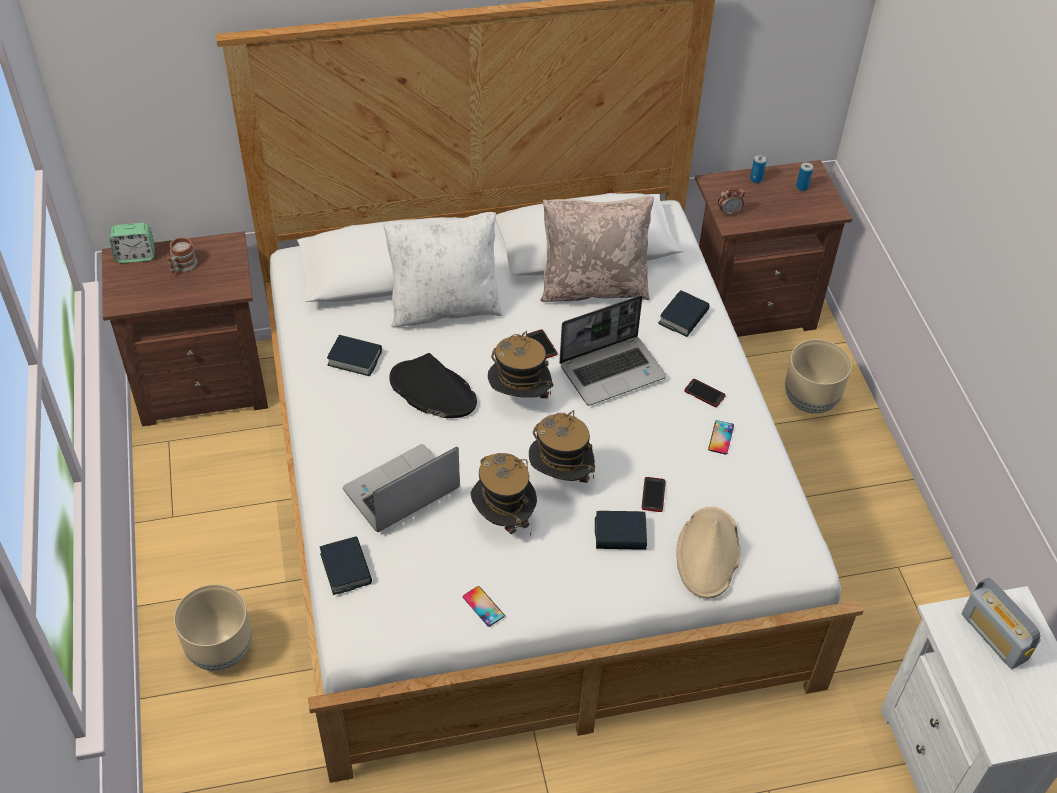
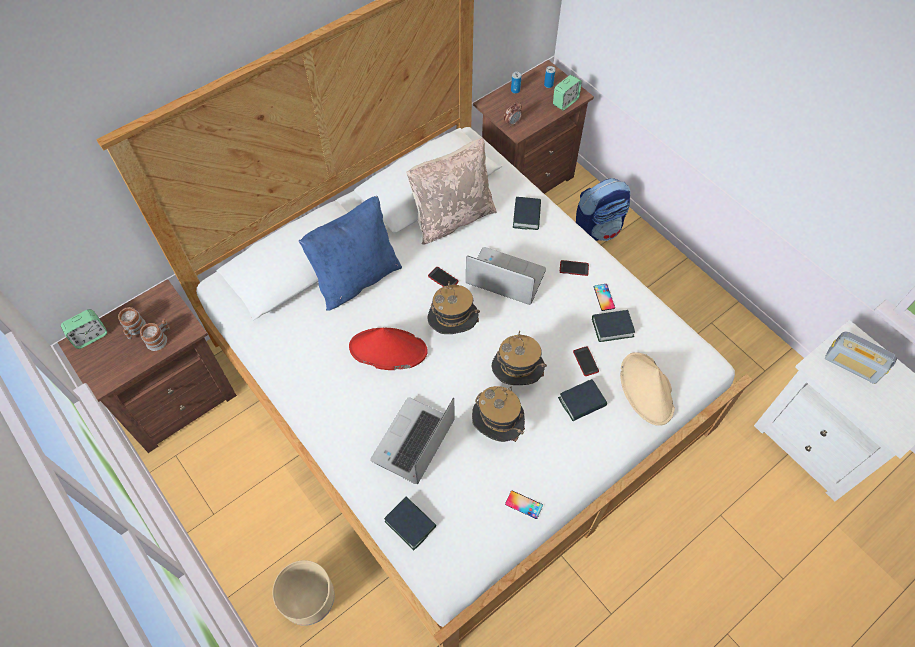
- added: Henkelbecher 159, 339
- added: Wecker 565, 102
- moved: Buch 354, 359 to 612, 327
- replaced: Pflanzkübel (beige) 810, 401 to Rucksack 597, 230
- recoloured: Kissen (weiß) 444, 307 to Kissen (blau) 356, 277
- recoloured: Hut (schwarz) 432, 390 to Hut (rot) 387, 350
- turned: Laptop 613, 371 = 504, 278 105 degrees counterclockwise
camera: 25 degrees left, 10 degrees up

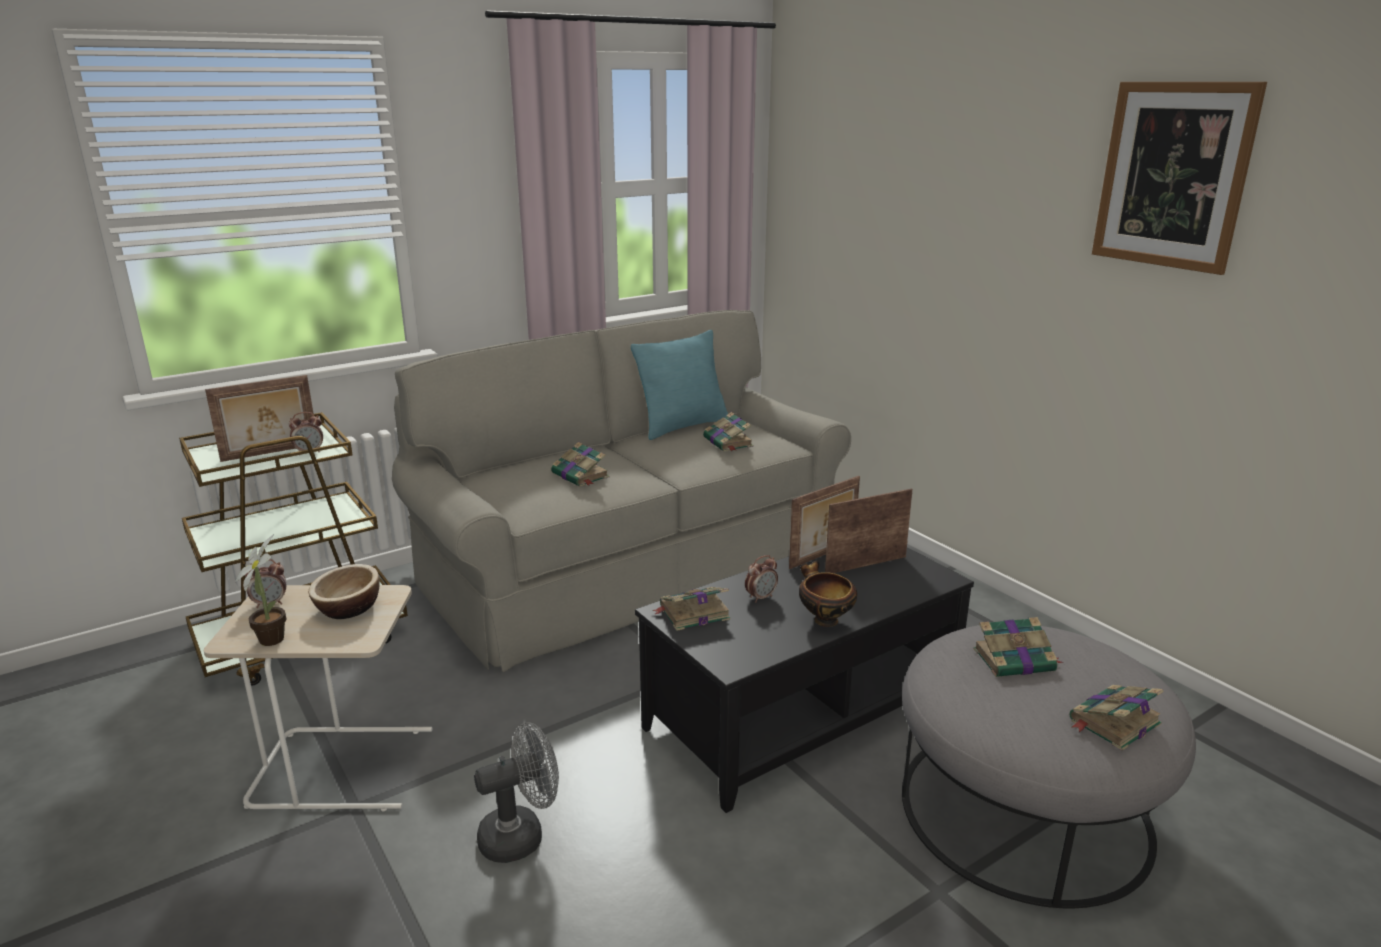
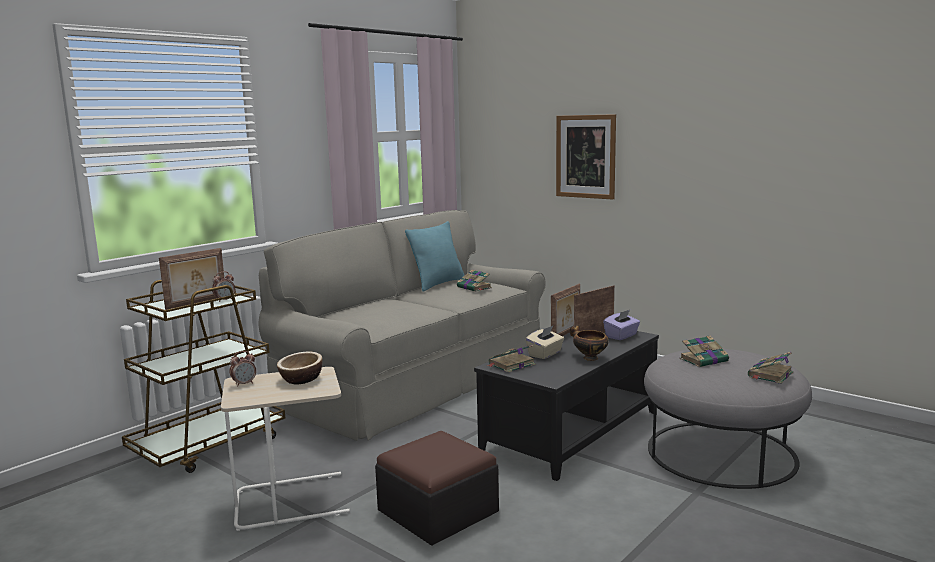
- removed: Topfpflanze 272, 637
- removed: Buch 581, 476
- added: Taschentuchbox (lila) 621, 336
- moved: Bild 1173, 175 to 585, 156
- replaced: Ventilator (grau) 521, 835 to Polsterhocker 438, 511
- replaced: Wecker 761, 597 to Taschentuchbox (beige) 545, 354
camera: 15 degrees left, 10 degrees down

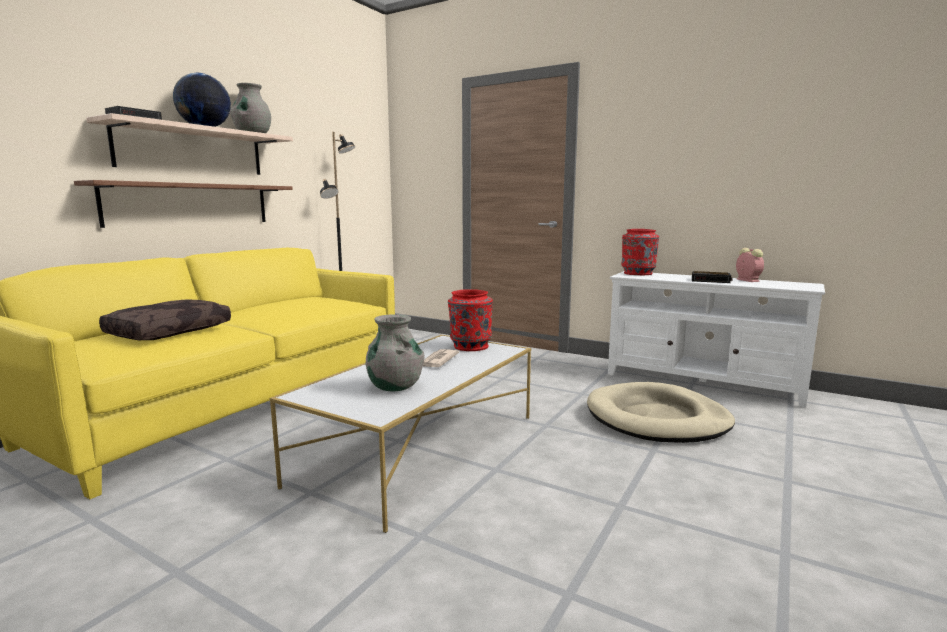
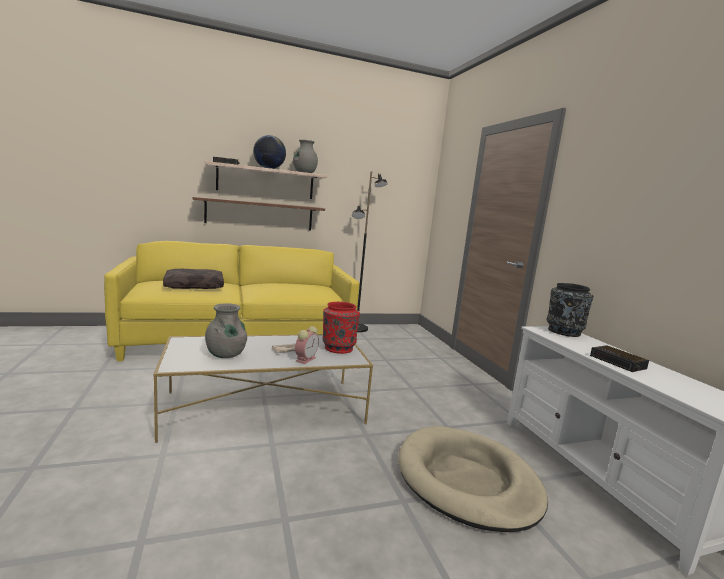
- moved: Wecker 746, 280 to 306, 359
- recoloured: Vase (rot) 638, 273 to Vase (schwarz) 563, 332
camera: 40 degrees right, 0 degrees up

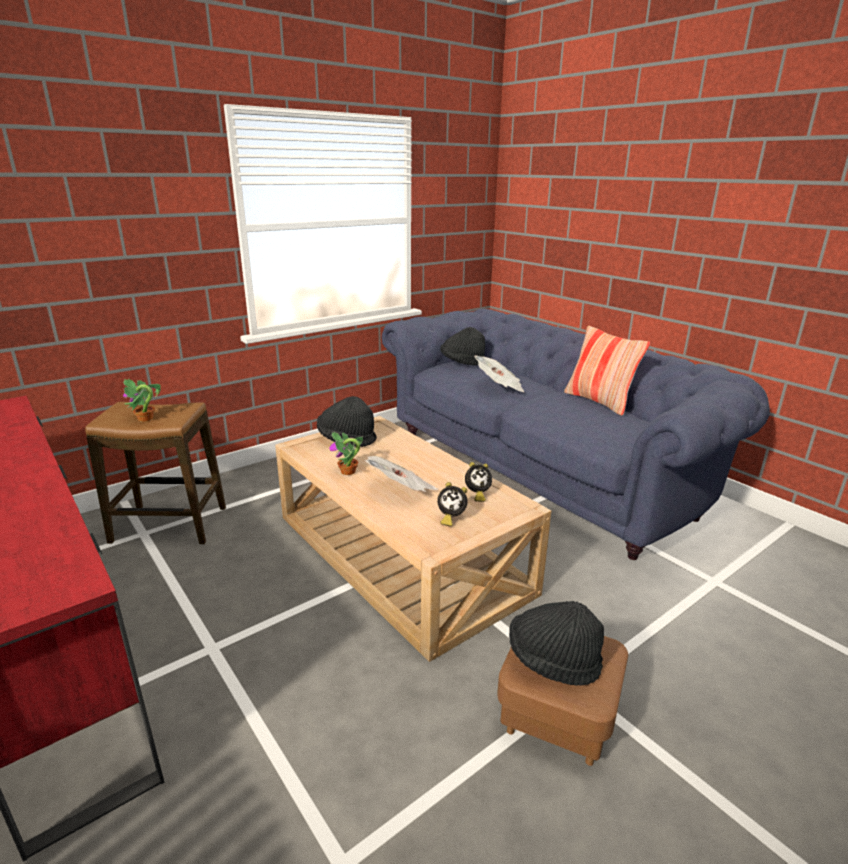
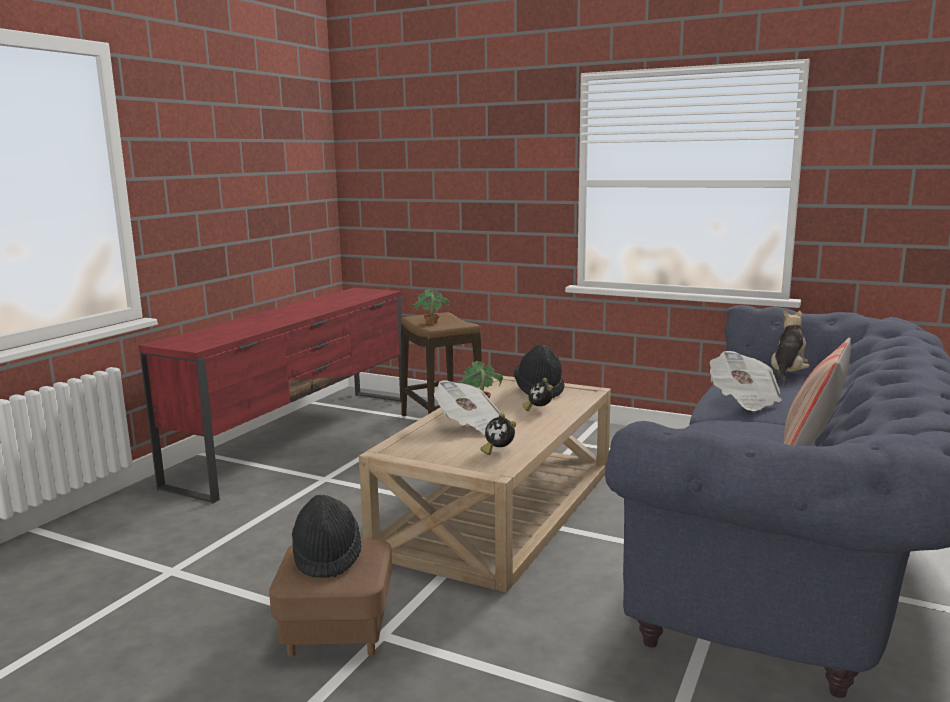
- moved: Wecker 450, 518 to 539, 409
- replaced: Hut (schwarz) 462, 363 to Plüschtier 787, 374
camera: 65 degrees right, 10 degrees down

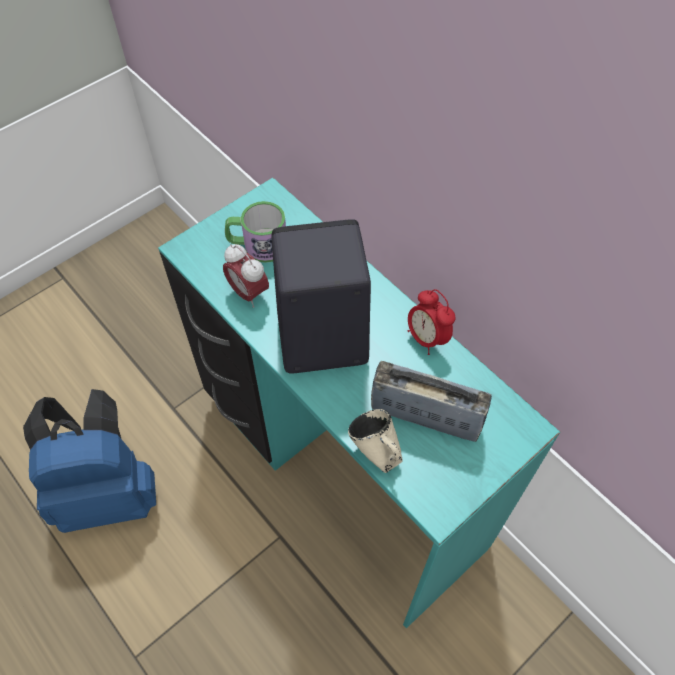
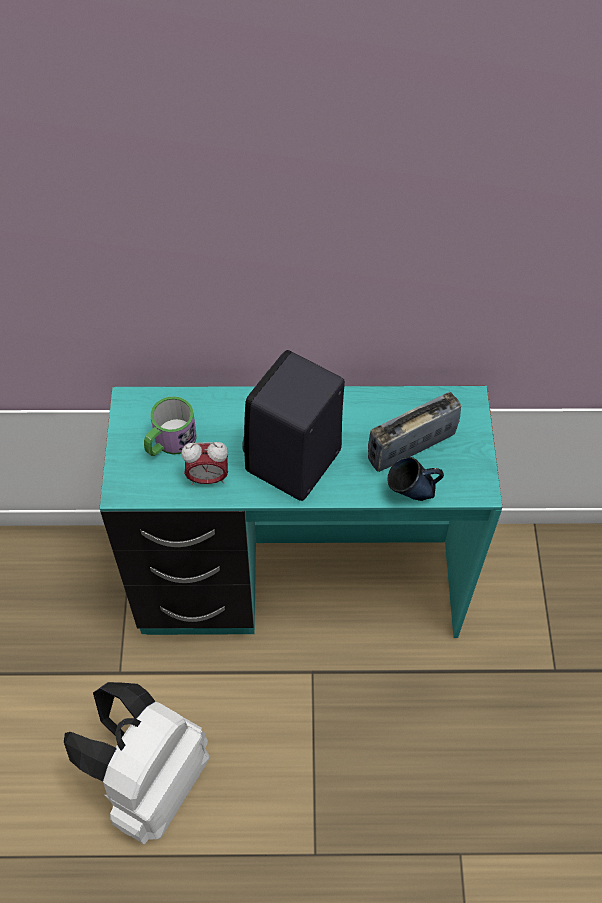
- removed: Wecker 426, 338
- recoloured: Rucksack (blau) 109, 492 to Rucksack (weiß) 150, 780
- recoloured: Henkelbecher (beige) 376, 454 to Henkelbecher (blau) 412, 494
camera: 50 degrees left, 0 degrees up

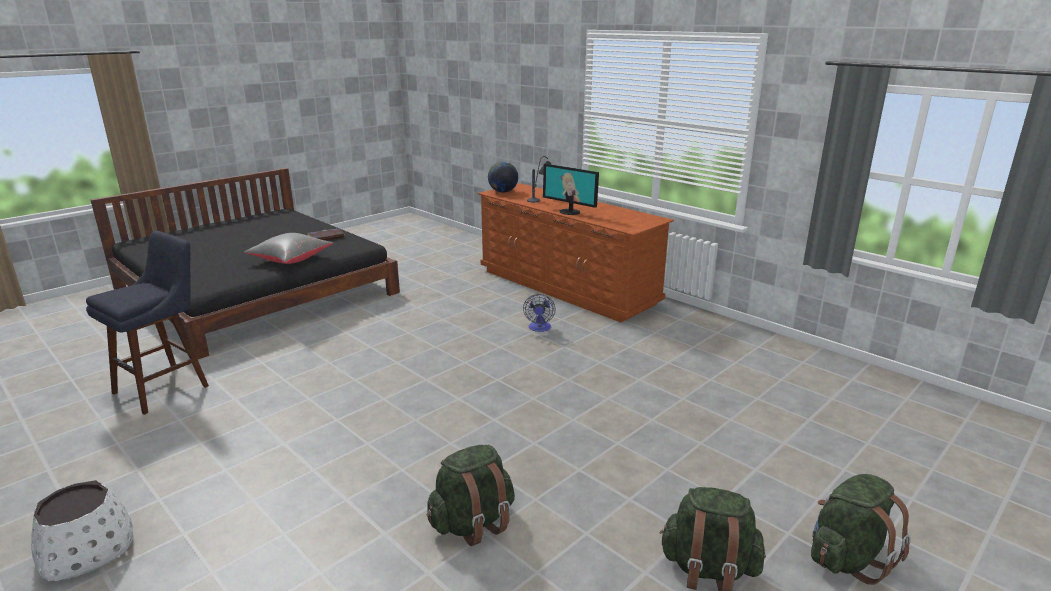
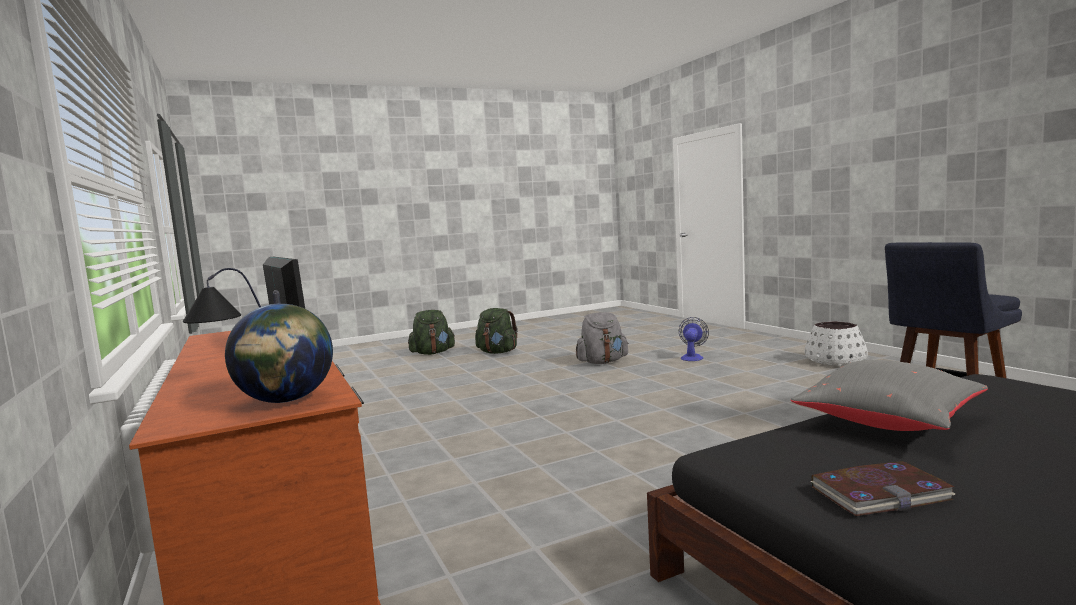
- moved: Ventilator 539, 328 to 692, 357
- recoloured: Rucksack (grün) 473, 523 to Rucksack (grau) 602, 362
camera: 160 degrees left, 15 degrees down

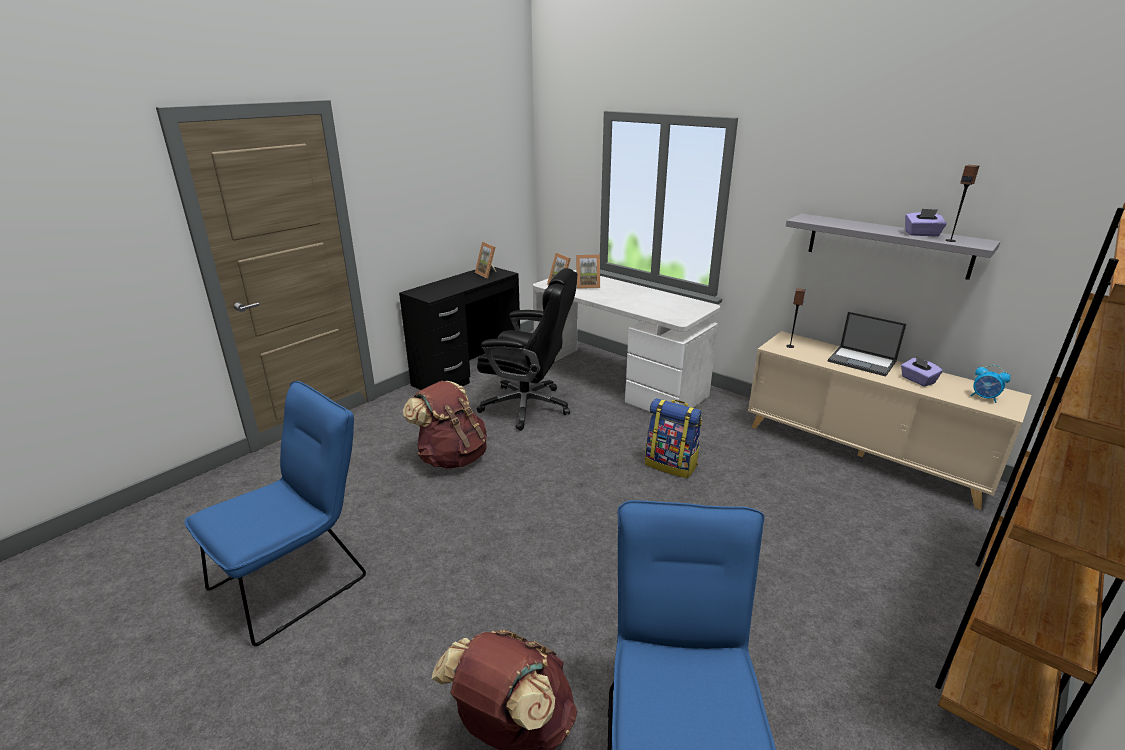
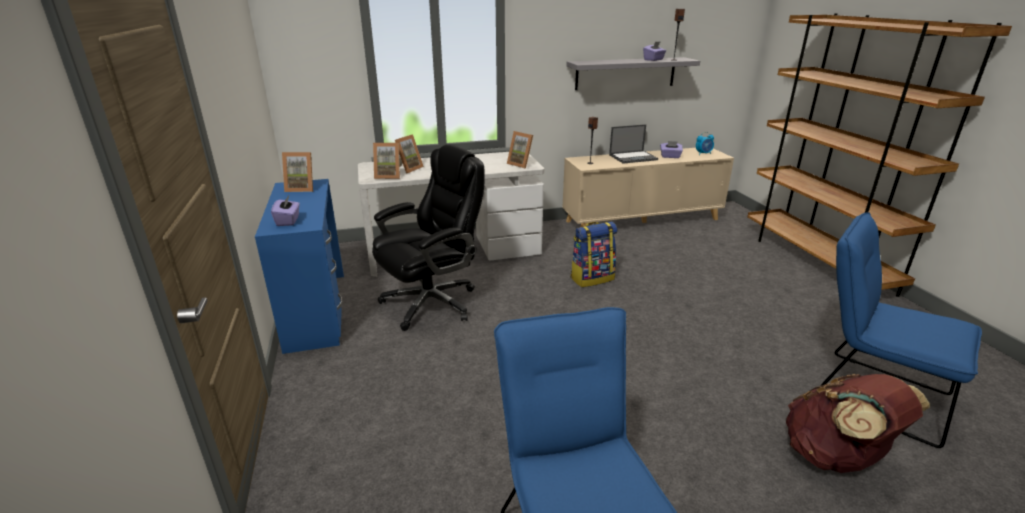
- removed: Rucksack (braun) 452, 457
- added: Taschentuchbox (lila) 288, 221
- added: Bilderrahmen 521, 164
- recoloured: Schreibtisch (schwarz) 468, 371 to Schreibtisch (blau) 316, 310
camera: 55 degrees left, 0 degrees up

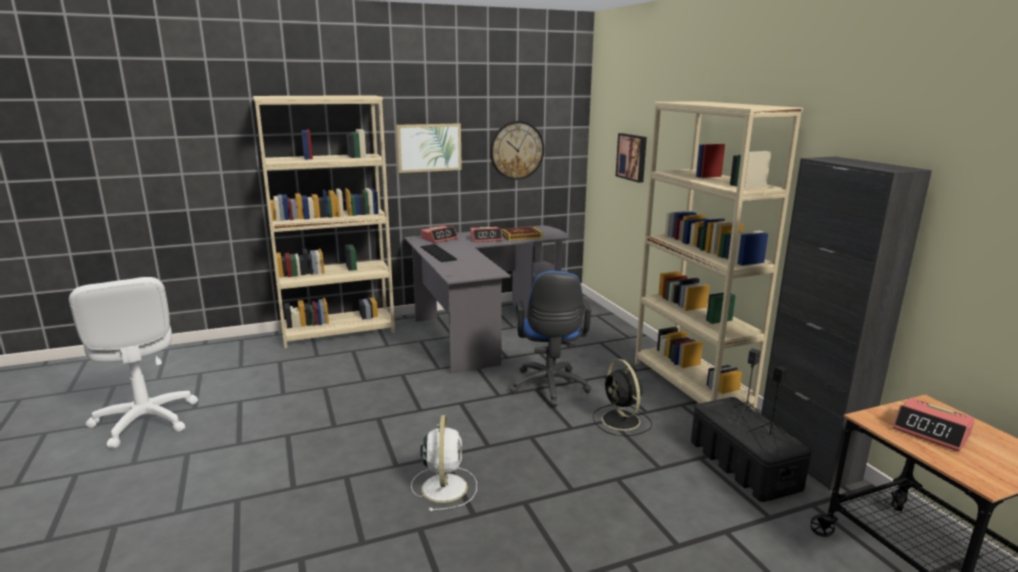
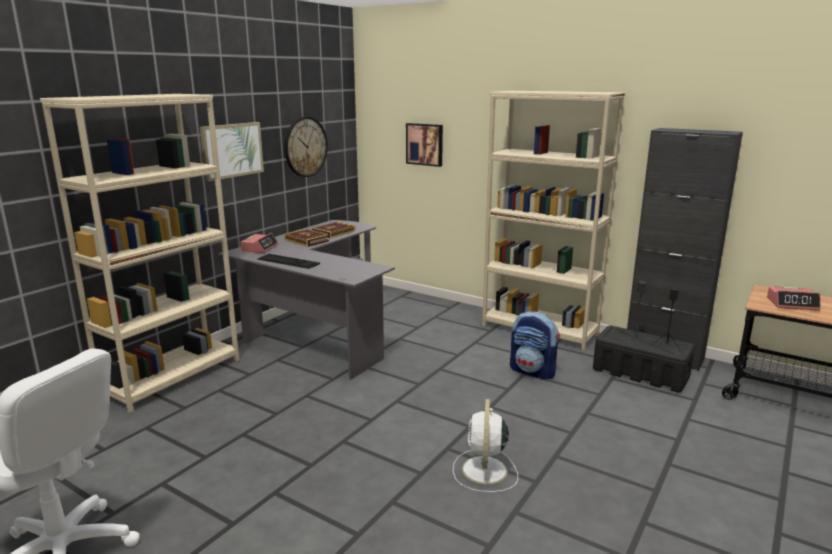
- removed: Bürostuhl (blau) 549, 388
- replaced: Wecker 486, 239 to Buch 306, 240
- replaced: Ventilator (schwarz) 621, 421 to Rucksack 533, 371
- turned: Ventilator (weiß) 444, 486 = 484, 471 135 degrees counterclockwise
camera: 35 degrees left, 0 degrees up

